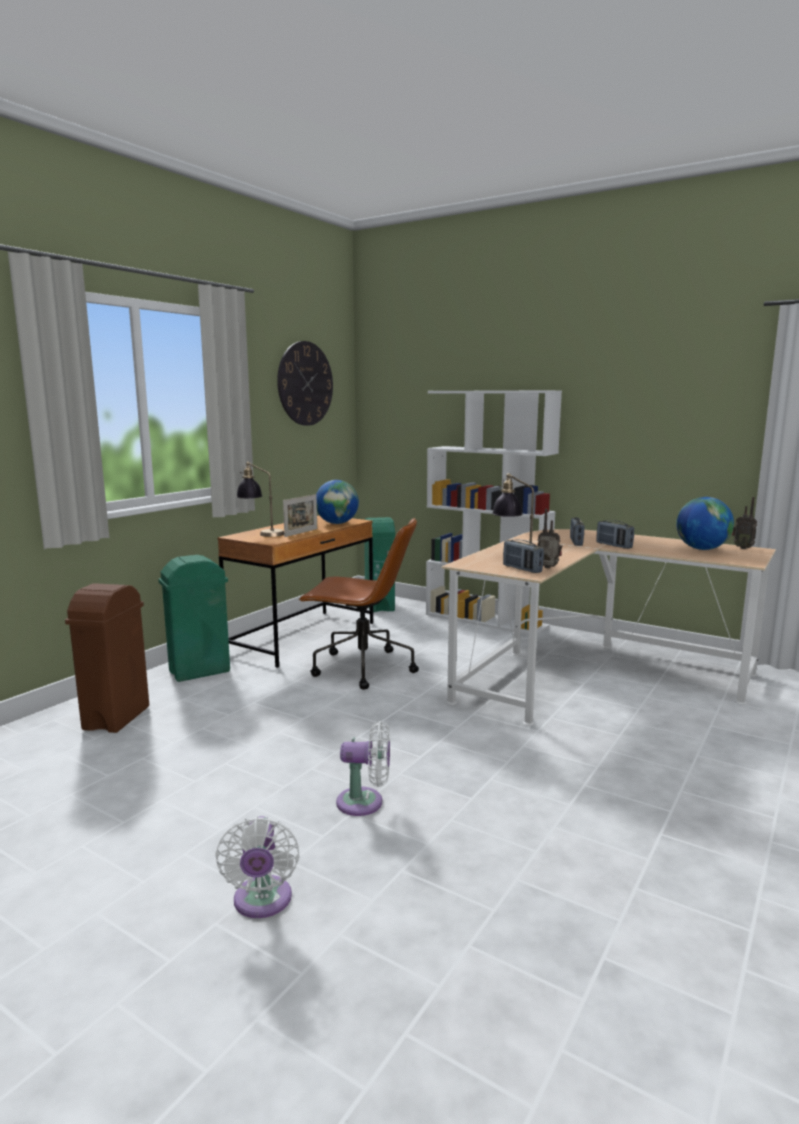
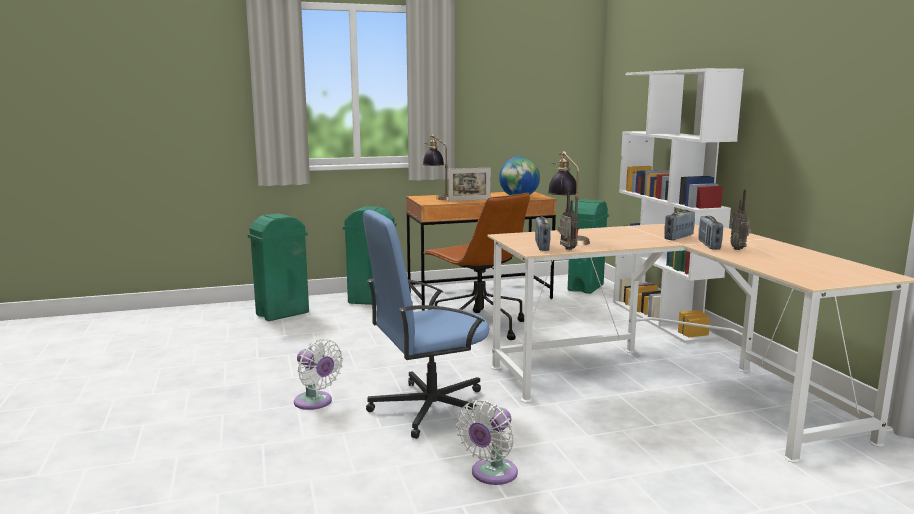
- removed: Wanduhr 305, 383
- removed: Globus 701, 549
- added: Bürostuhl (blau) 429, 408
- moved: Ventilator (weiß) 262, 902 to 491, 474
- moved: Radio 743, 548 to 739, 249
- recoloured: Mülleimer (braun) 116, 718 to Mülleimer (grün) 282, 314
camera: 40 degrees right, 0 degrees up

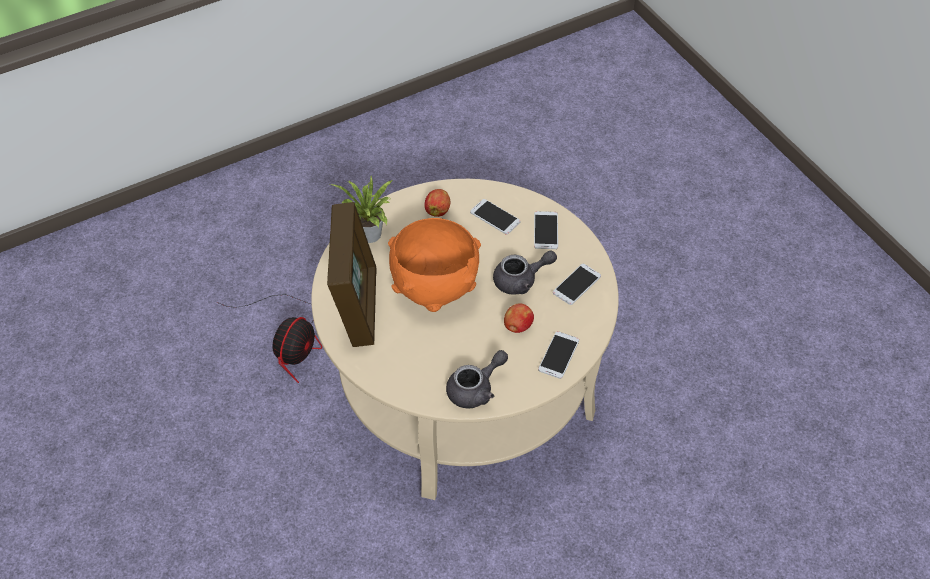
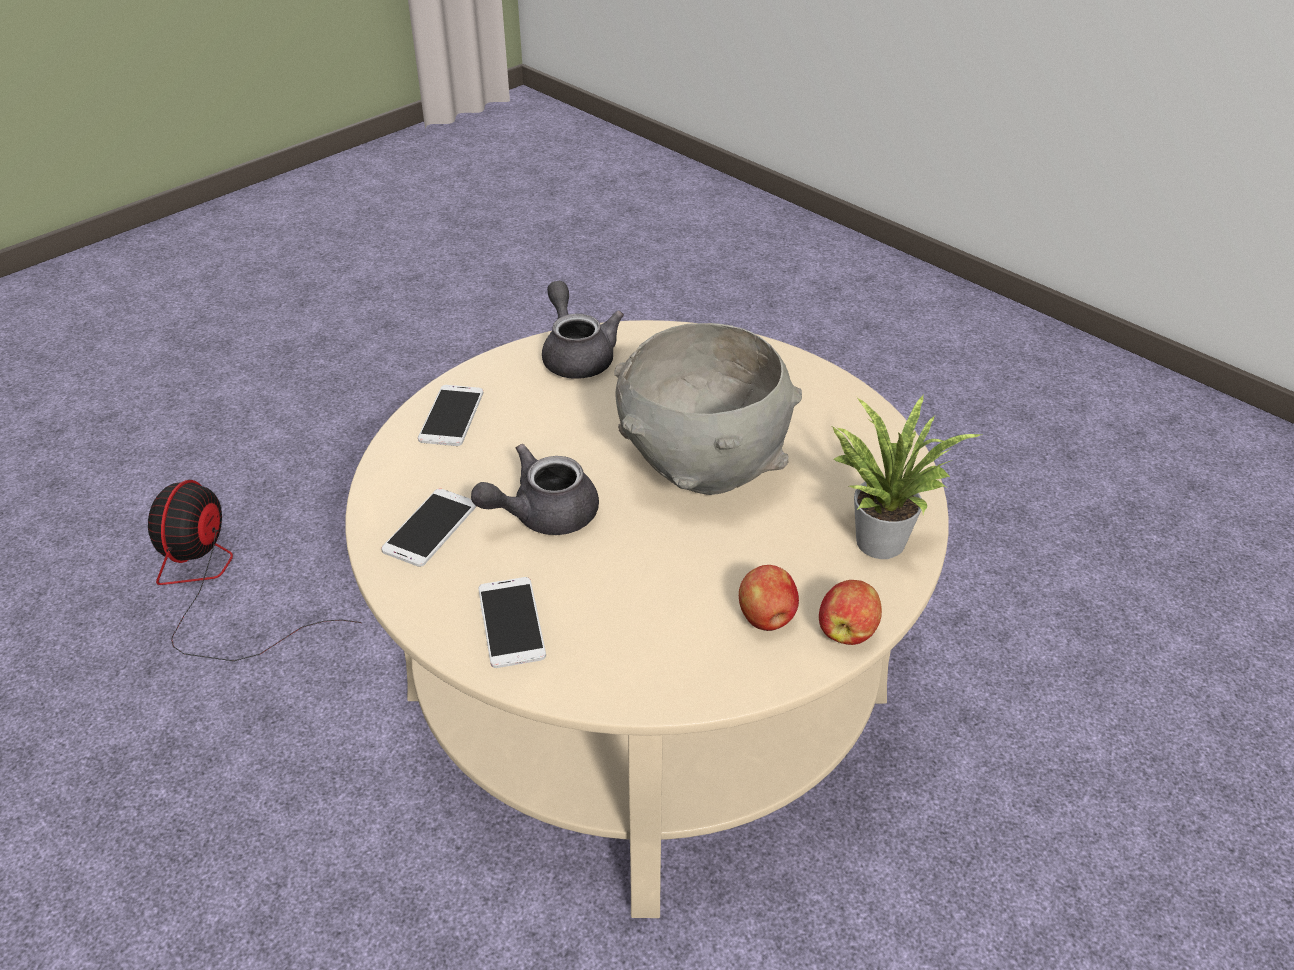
- removed: Bilderrahmen 357, 306
- removed: Handy 495, 217
- moved: Ventilator 290, 341 to 216, 587
- moved: Apfel 517, 327 to 847, 631
- recoloured: Schüssel (orange) 434, 290 to Schüssel (grau) 701, 470
- turned: Teekanne (grau) 476, 389 = 577, 355 120 degrees clockwise
camera: 165 degrees right, 10 degrees down

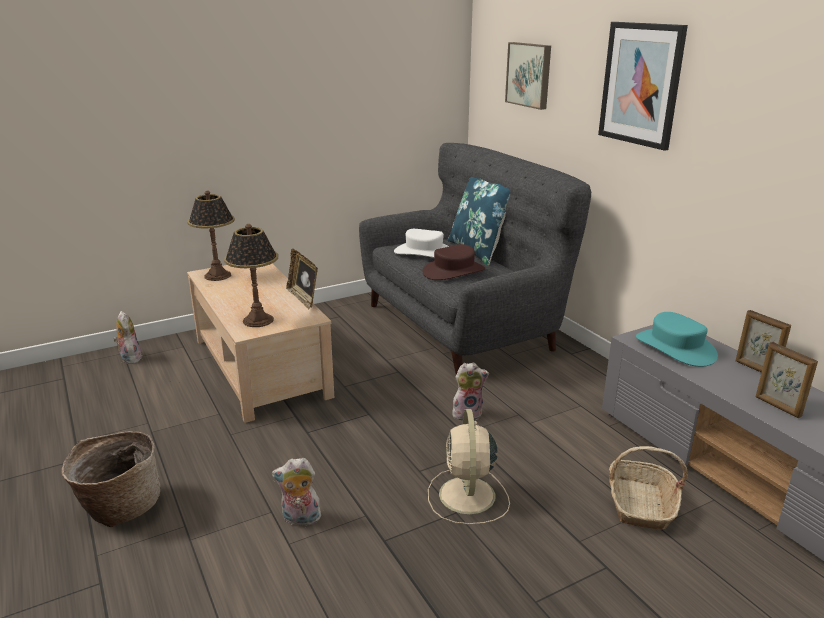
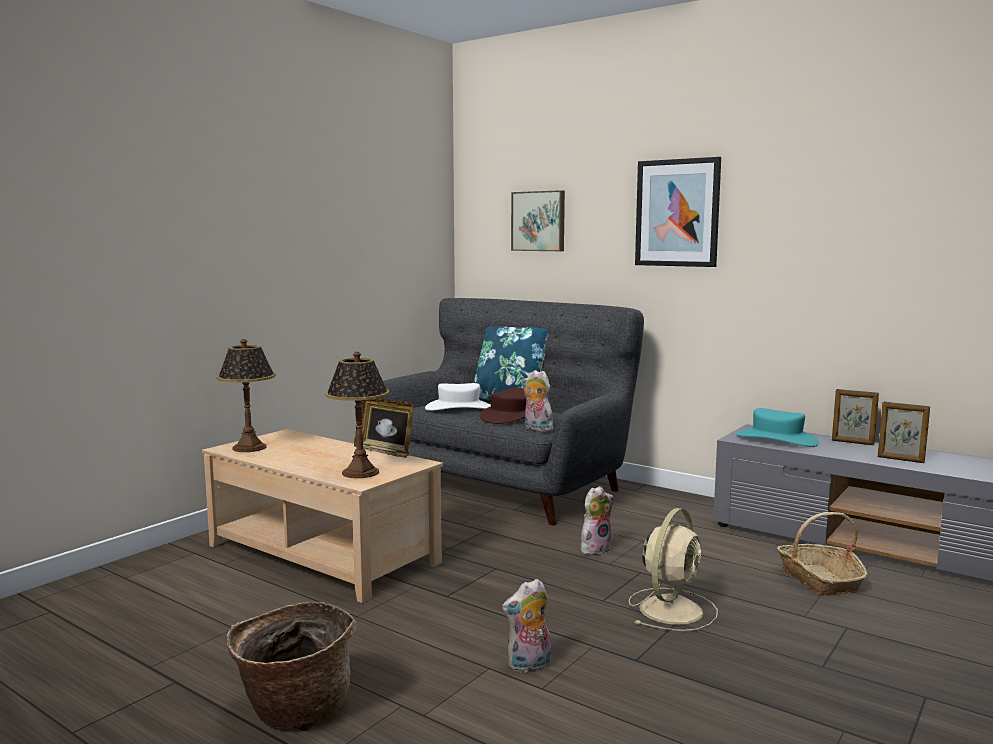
- moved: Plüschtier 129, 358 to 536, 429
- turned: Ventilator (beige) 467, 497 = 672, 609 120 degrees counterclockwise
camera: 25 degrees left, 15 degrees down

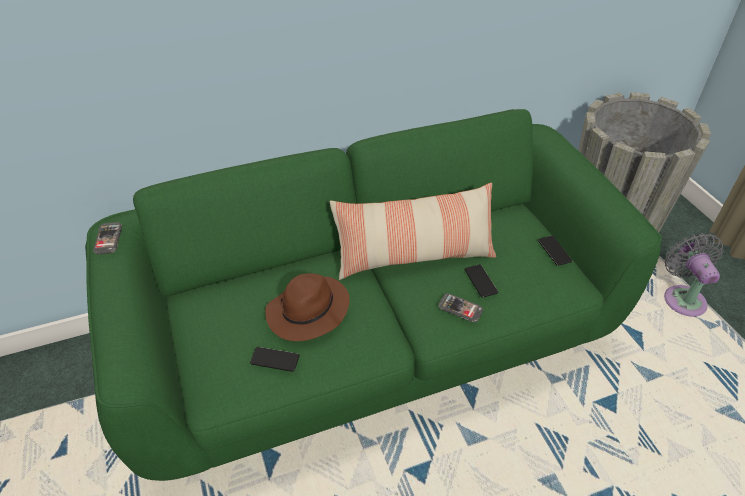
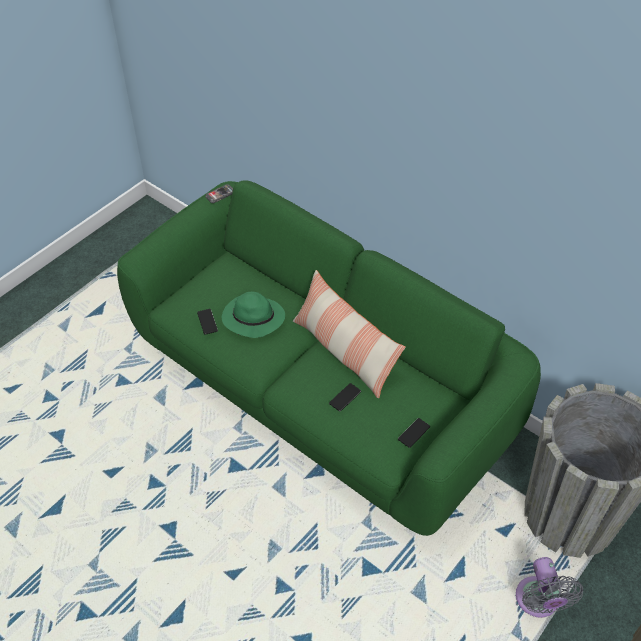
- removed: Handy 460, 308
- recoloured: Hut (braun) 308, 312 to Hut (grün) 252, 319
- turned: Ventilator (grau) 682, 297 = 538, 602 120 degrees clockwise
camera: 60 degrees right, 5 degrees up

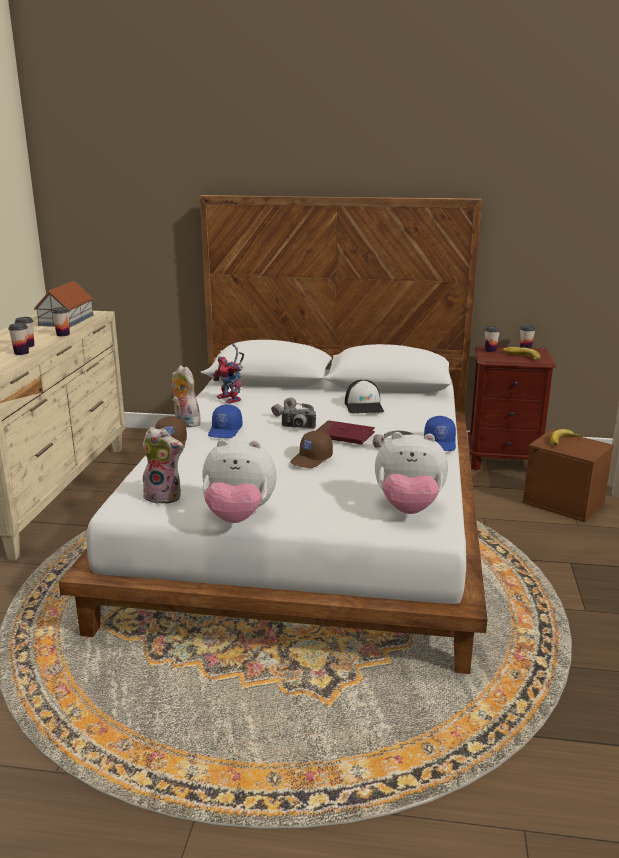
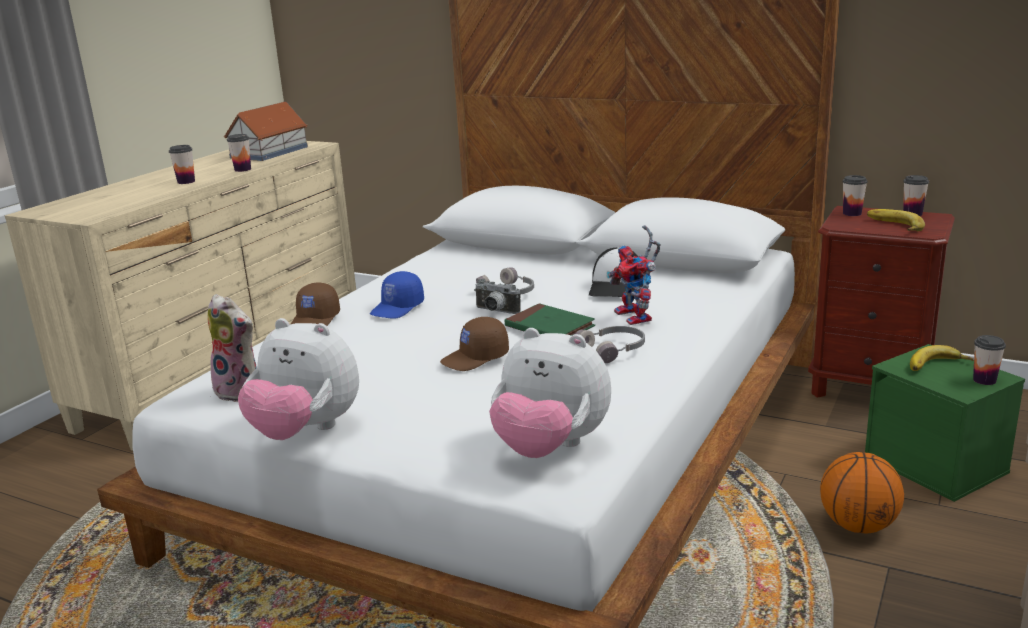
- removed: Plüschtier 185, 423
- removed: Kappe (blau) 440, 443
- added: Basketball 858, 526
- moved: Tasse 21, 353 to 984, 380
- moved: Spielzeugroboter 232, 399 to 637, 317
- recoloured: Buch (rot) 344, 435 to Buch (grün) 549, 327
- recoloured: Aufbewahrungsbox (braun) 564, 502 to Aufbewahrungsbox (grün) 937, 464
camera: 20 degrees right, 0 degrees up

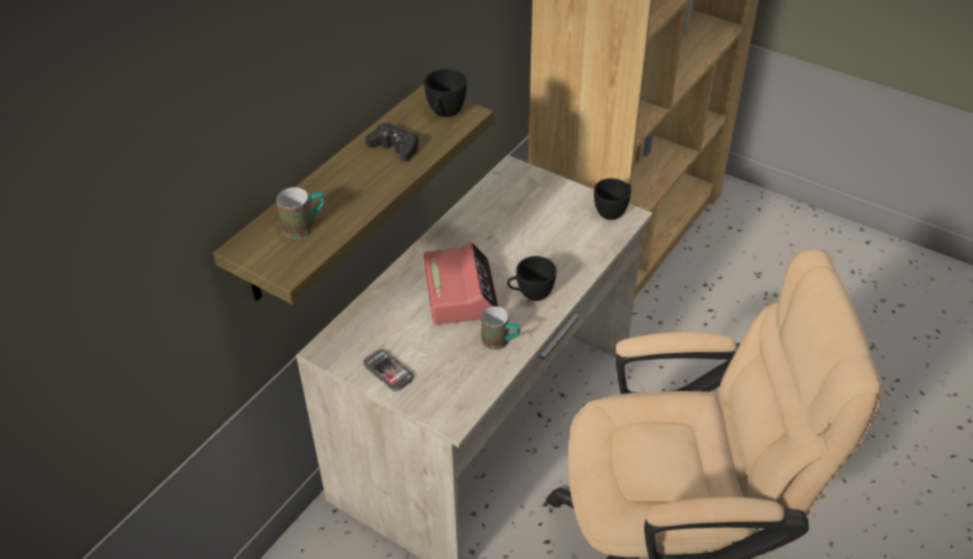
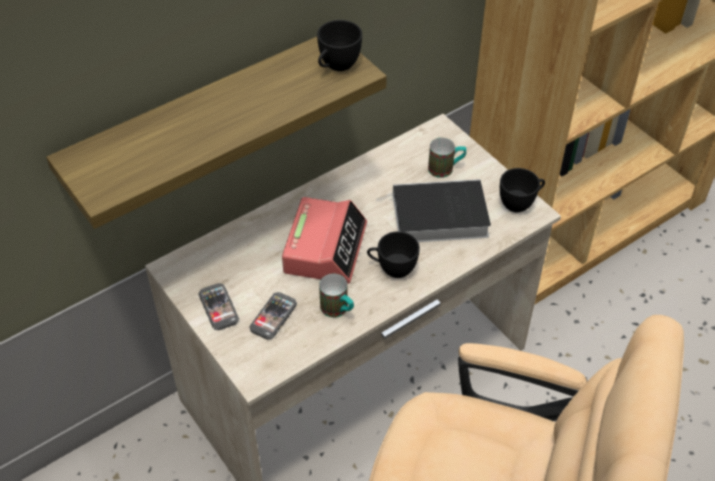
- removed: Gamepad (schwarz) 394, 147
- added: Handy 273, 317
- added: Buch 436, 216
- moved: Henkelbecher 305, 226 to 446, 169
camera: 20 degrees right, 5 degrees up

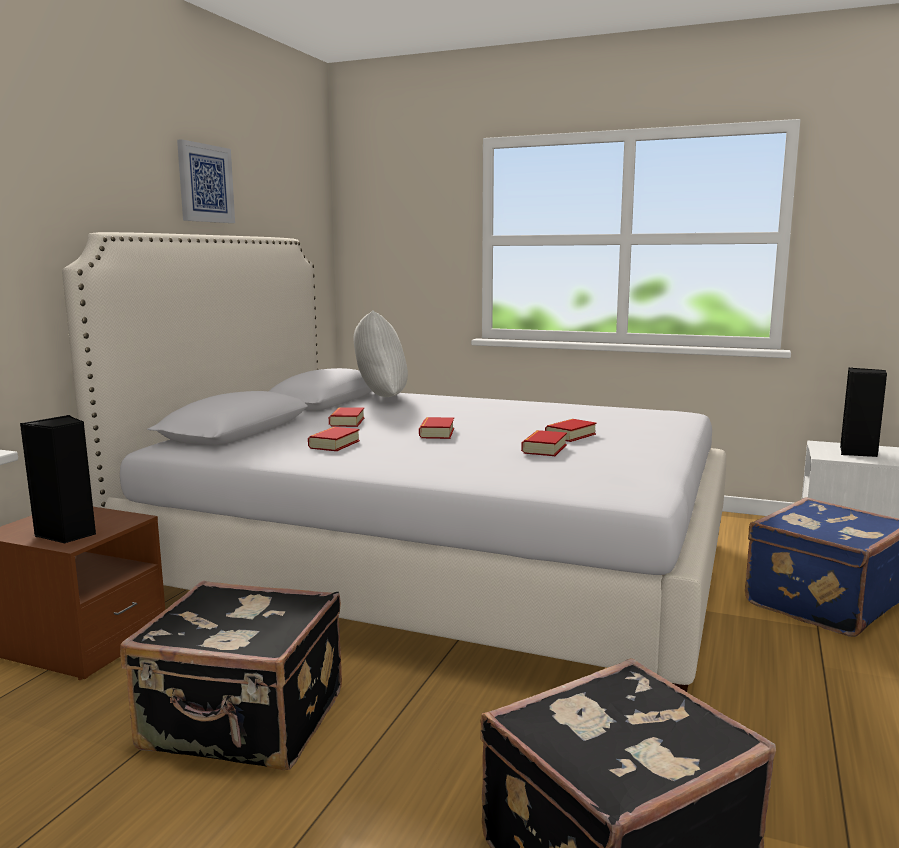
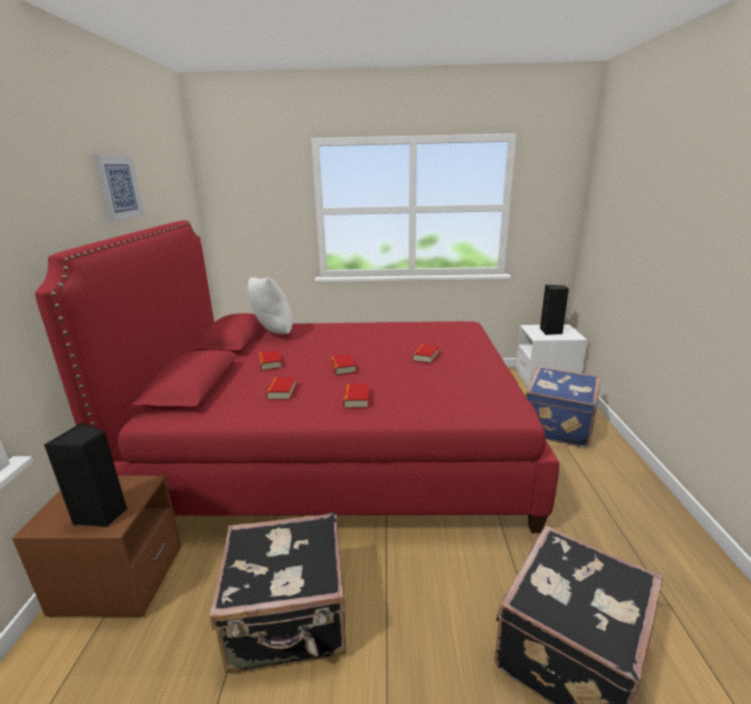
- moved: Buch 544, 449 to 356, 399
- recoloured: Bett (weiß) 435, 570 to Bett (rot) 339, 447
camera: 20 degrees left, 10 degrees up

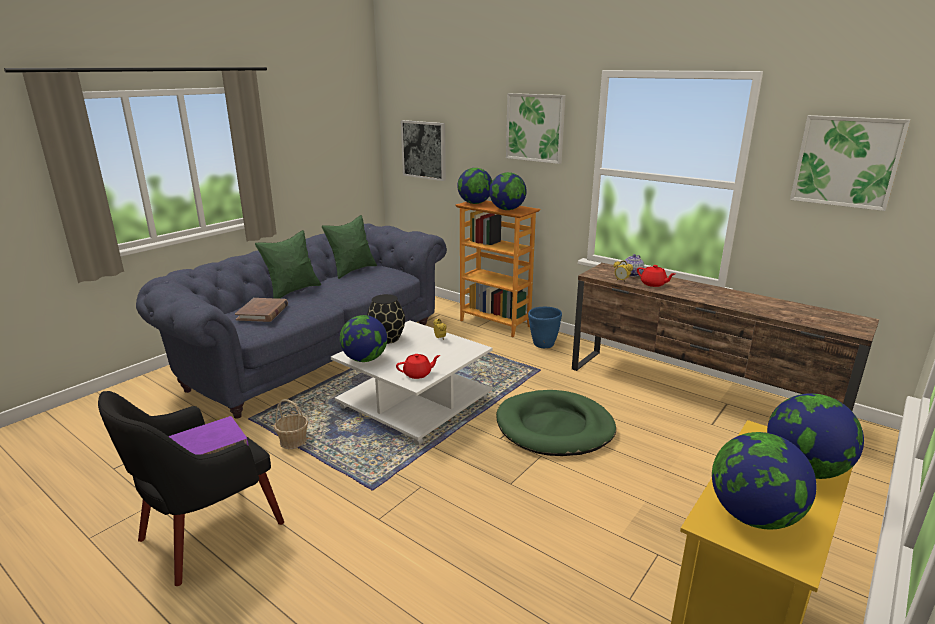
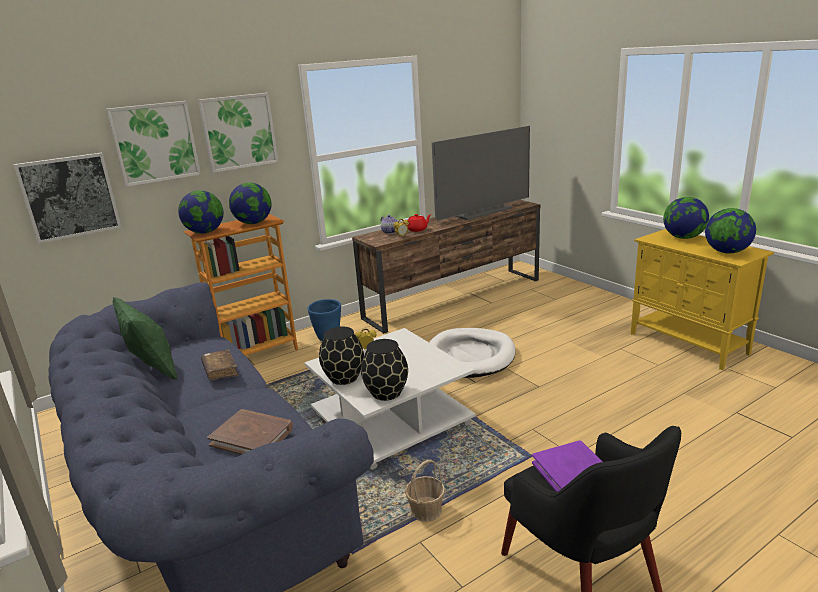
- removed: Kissen (grün) 292, 291
- removed: Teekanne (rot) 418, 374
- added: Buch (braun) 220, 370
- added: Fernseher 481, 211
- moved: Bild 846, 162 to 155, 143
- replaced: Globus 365, 359 to Vase (schwarz) 387, 393
- recoloured: Hundebett (grün) 555, 427 to Hundebett (weiß) 470, 356
camera: 70 degrees left, 0 degrees up

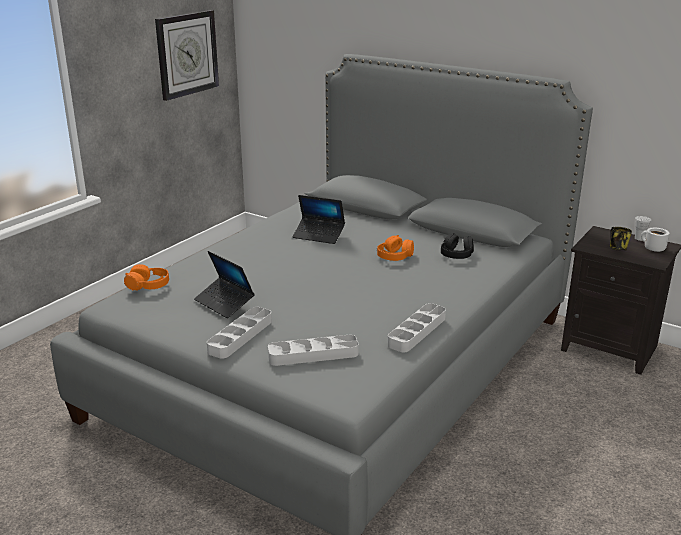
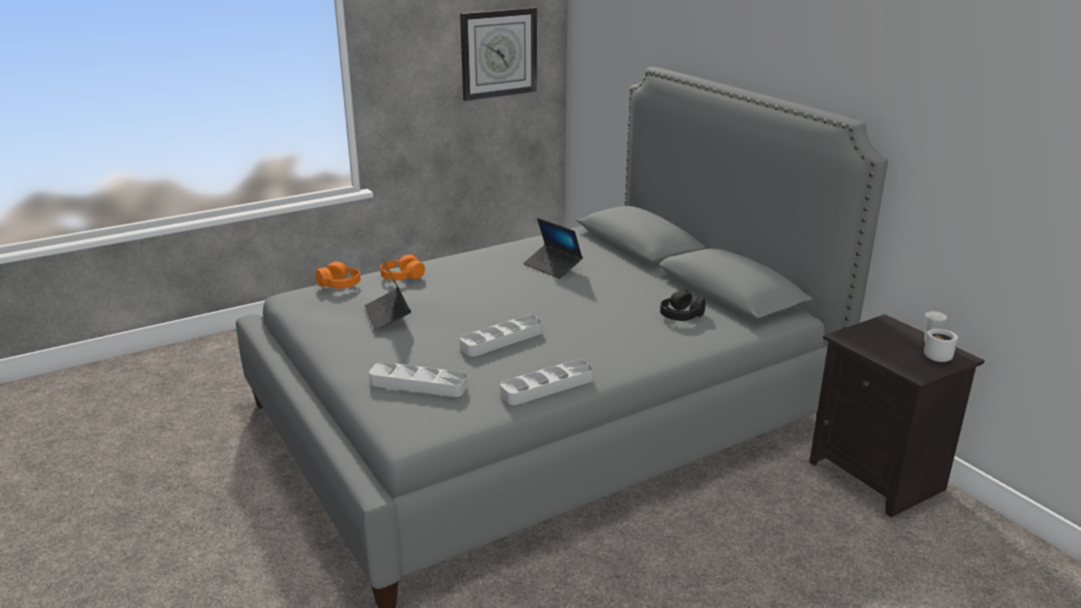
- removed: Henkelbecher 617, 248
- moved: Tablett (grau) 240, 336 to 501, 340
- moved: Kopfhörer (orange) 395, 256 to 402, 277
camera: 25 degrees right, 0 degrees up

